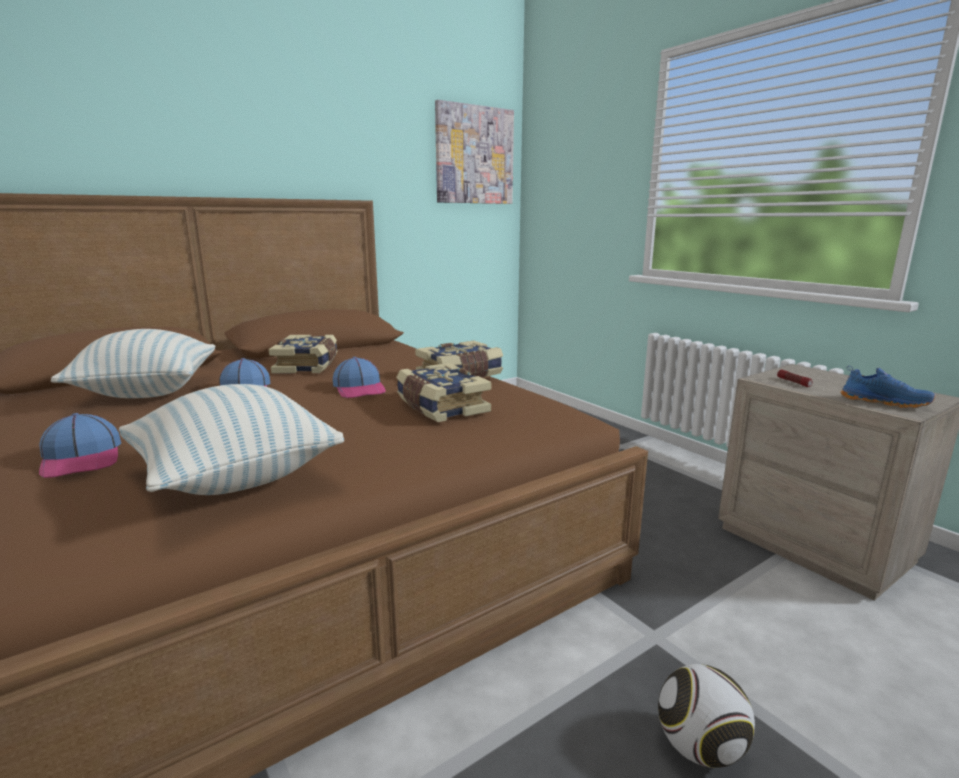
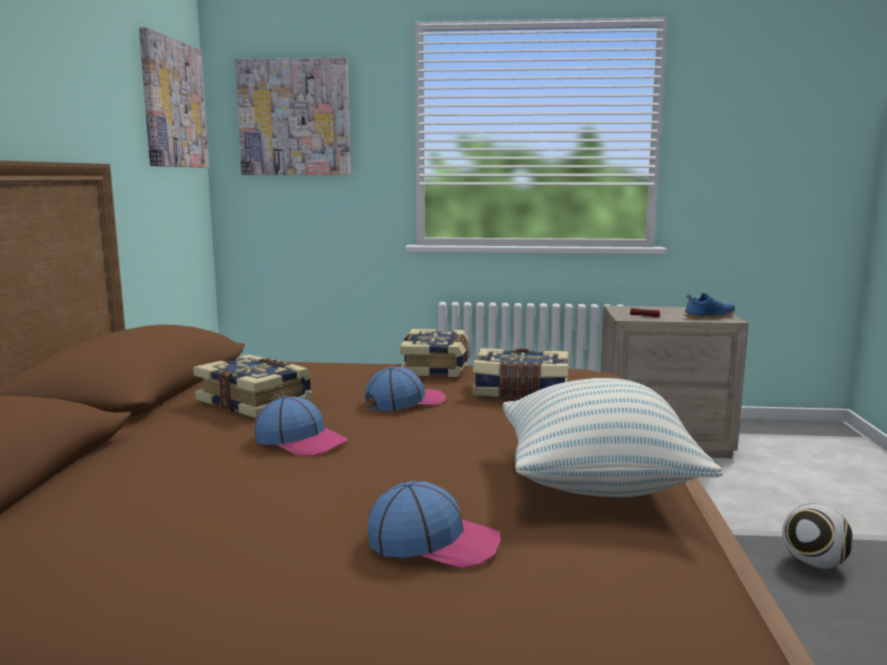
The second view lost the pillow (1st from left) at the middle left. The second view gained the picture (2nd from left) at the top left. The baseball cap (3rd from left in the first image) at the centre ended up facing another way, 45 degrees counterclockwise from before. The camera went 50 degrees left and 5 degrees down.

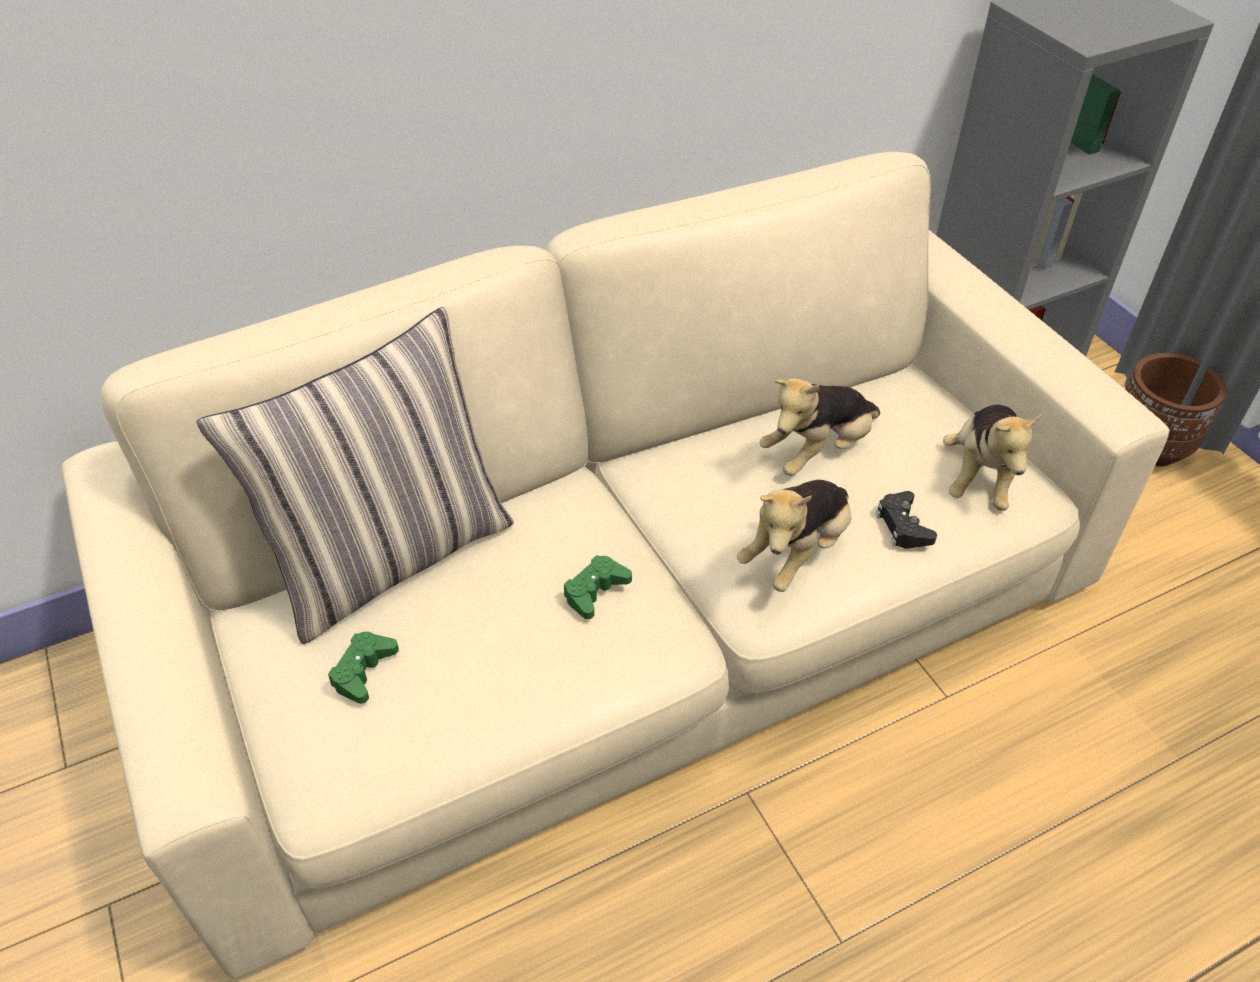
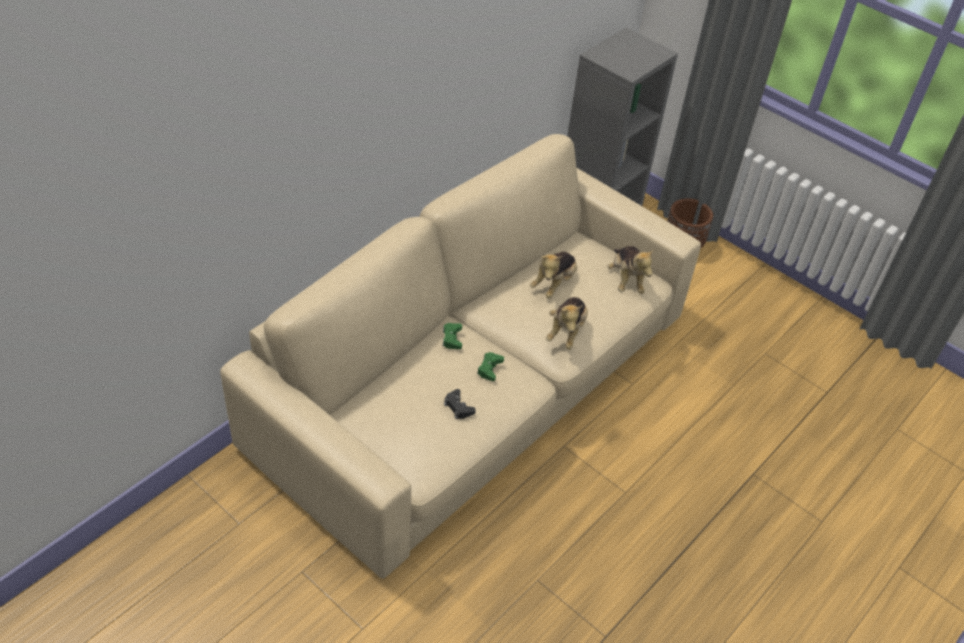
The second view lost the pillow at the middle left. The green-coloured joypad (1st from left) ended up elsewhere, having gone from the bottom left to the centre. The black joypad ended up elsewhere, having gone from the middle right to the centre. The camera went 25 degrees left and 0 degrees up.

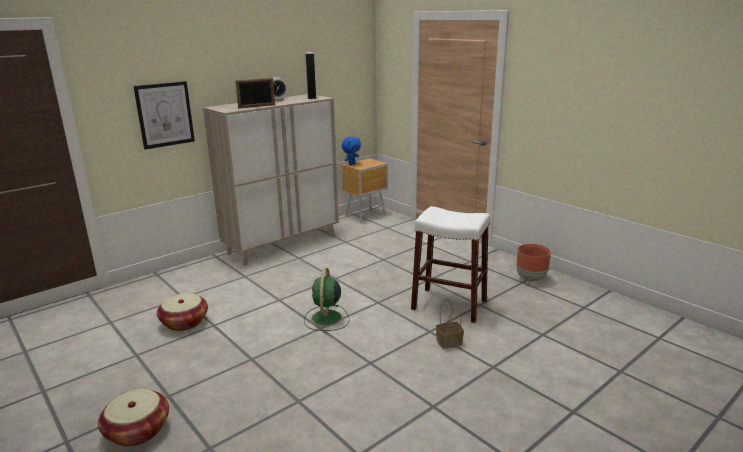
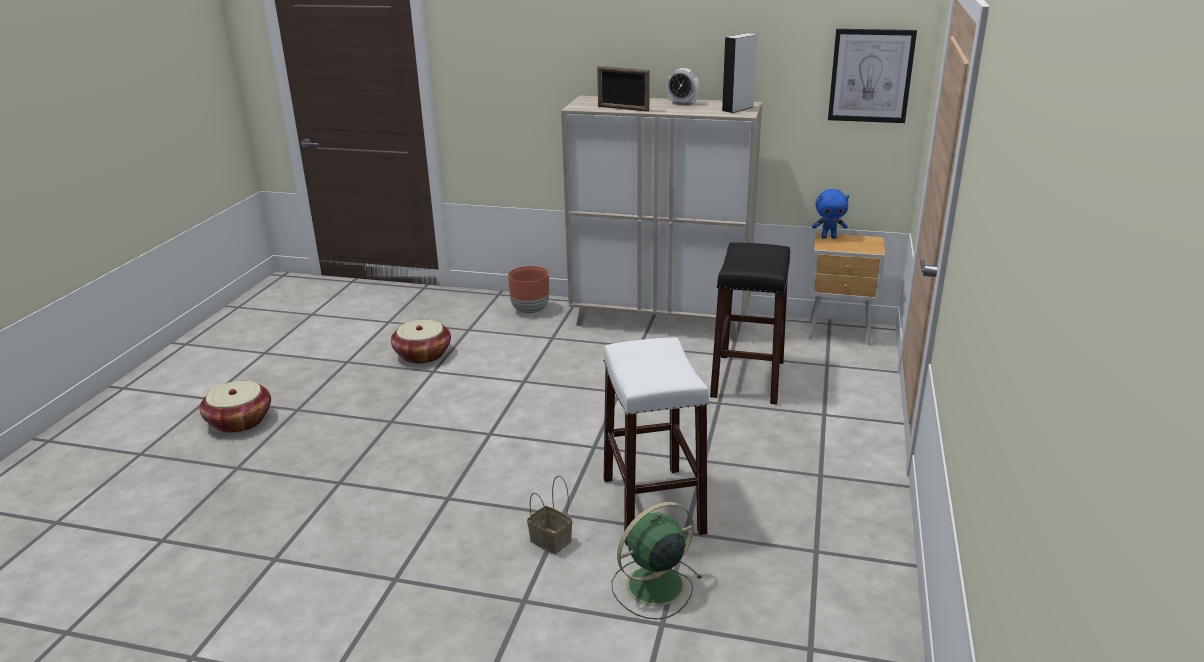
The second view gained the black stool at the centre. The picture ended up elsewhere, having gone from the top left to the top right. The green-coloured fan ended up elsewhere, having gone from the centre to the bottom centre. The brown-coloured plant pot ended up elsewhere, having gone from the middle right to the centre. The camera went 55 degrees right and 5 degrees up.

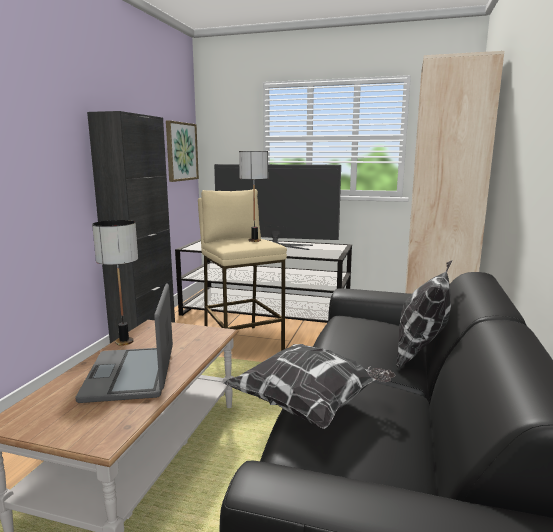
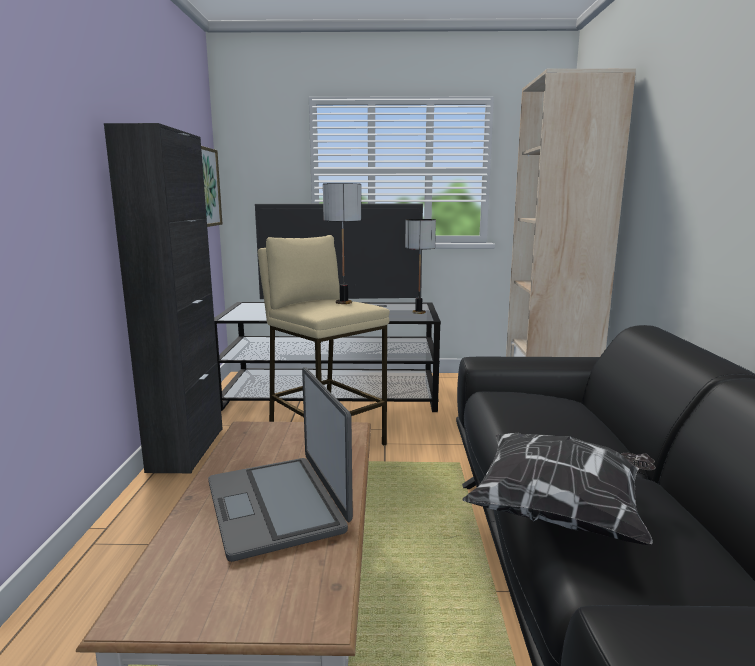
The second view lost the pillow (2nd from left) at the middle right. The tabletop lamp (1st from left in the first image) ended up elsewhere, having gone from the middle left to the centre. The camera went 15 degrees left and 0 degrees up.

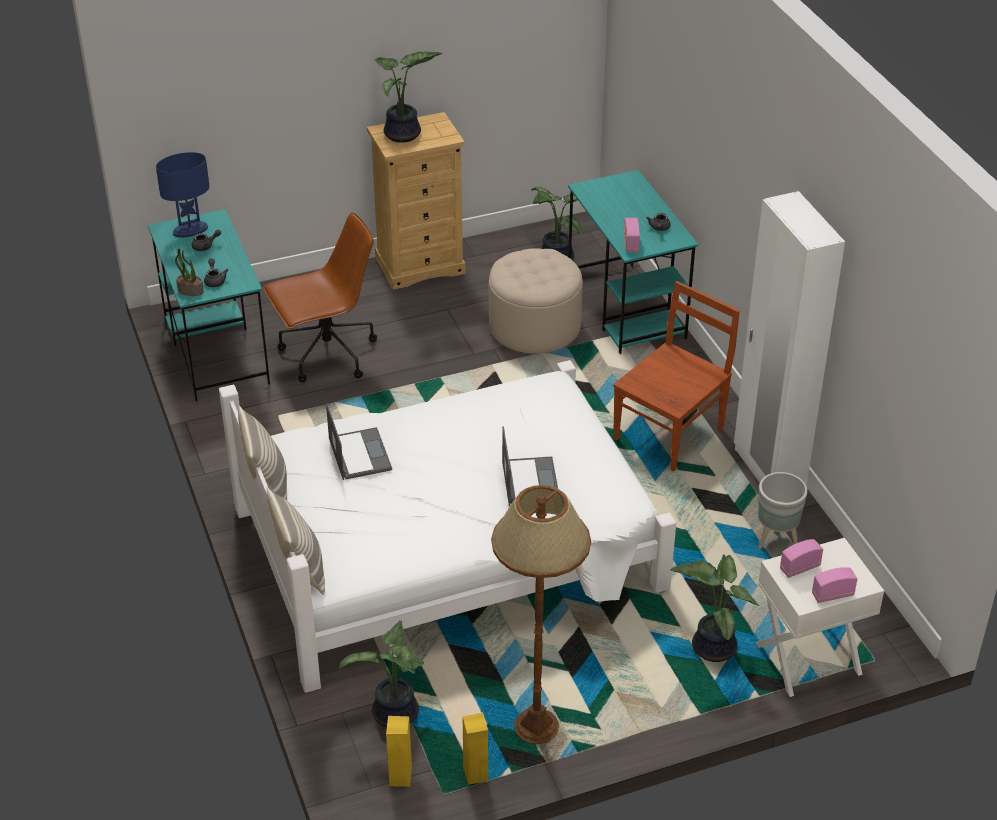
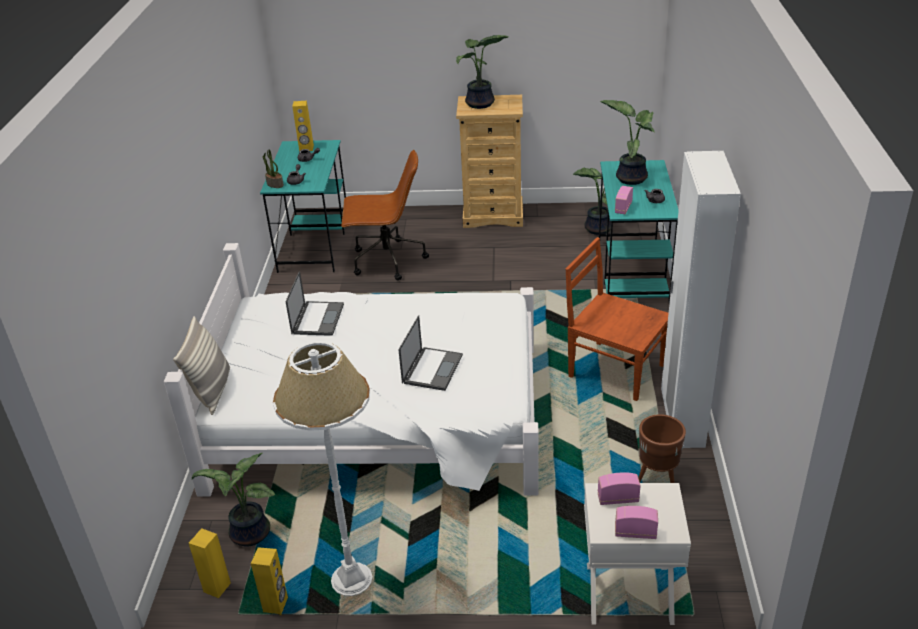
The second view lost the pillow (1st from left) at the middle left. The second view lost the beige-coloured ottoman at the centre. The plant in a pot (5th from left) ended up elsewhere, having gone from the bottom right to the top right. Where the blue-coloured tabletop lamp stood at the top left, the yellow loudspeaker (3rd from left) came to stand at the top left. What was the brown-coloured standard lamp at the bottom centre turned into the whitish standard lamp at the bottom centre. What was the gray plant pot at the middle right turned into the brown-coloured plant pot at the bottom right. The brown-coloured upright chair at the middle right ended up facing another way, 120 degrees counterclockwise from before. The camera went 25 degrees right and 5 degrees down.

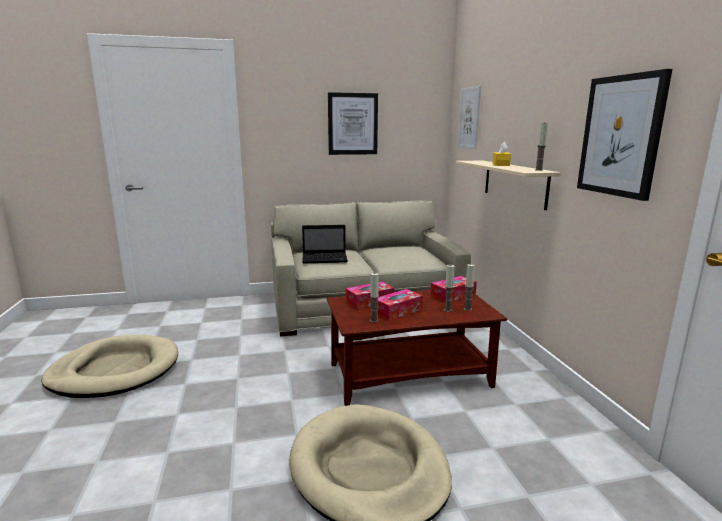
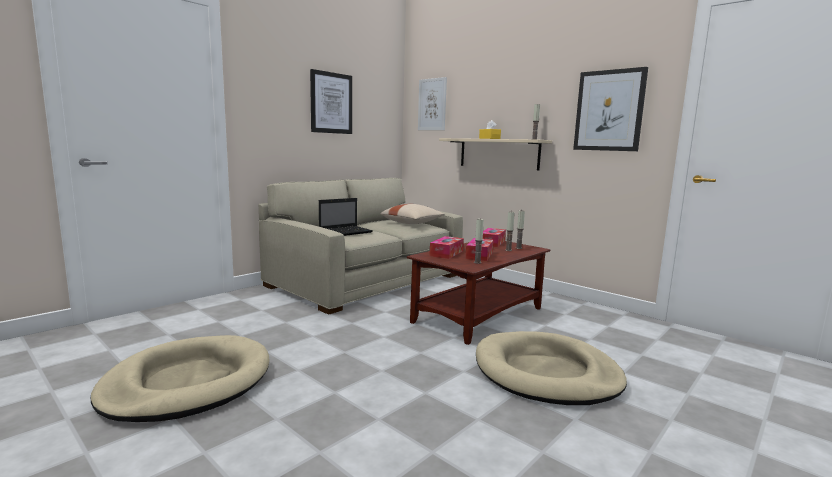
The second view gained the beige-coloured pillow at the centre. The camera went 35 degrees left and 5 degrees down.

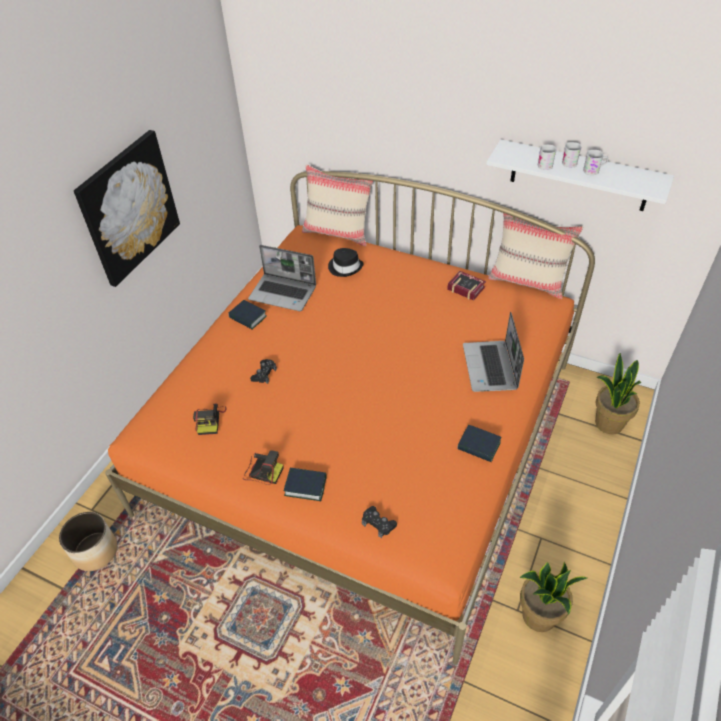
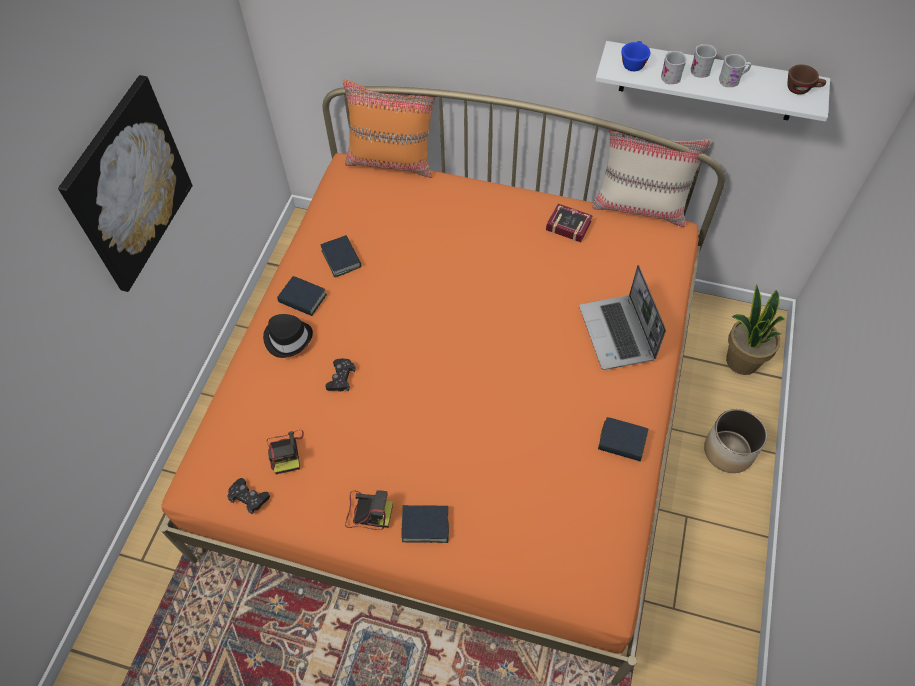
The second view lost the plant in a pot (1st from left) at the bottom right. The second view gained the blue-coloured cup at the top right. The second view gained the brown-coloured cup at the top right. The plant pot ended up elsewhere, having gone from the bottom left to the middle right. The black hat ended up elsewhere, having gone from the centre to the middle left. The black joypad (2nd from left in the first image) ended up elsewhere, having gone from the bottom centre to the bottom left. Where the laptop (1st from left) stood at the centre, the book (2nd from left) came to stand at the centre. What was the beige-coloured pillow (1st from left) at the top centre turned into the orange-coloured pillow at the top centre. The camera went 10 degrees left and 10 degrees up.

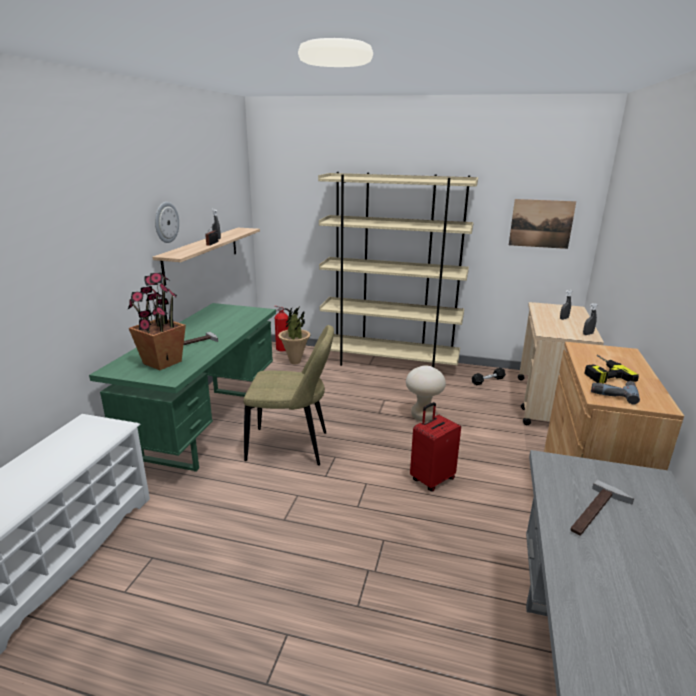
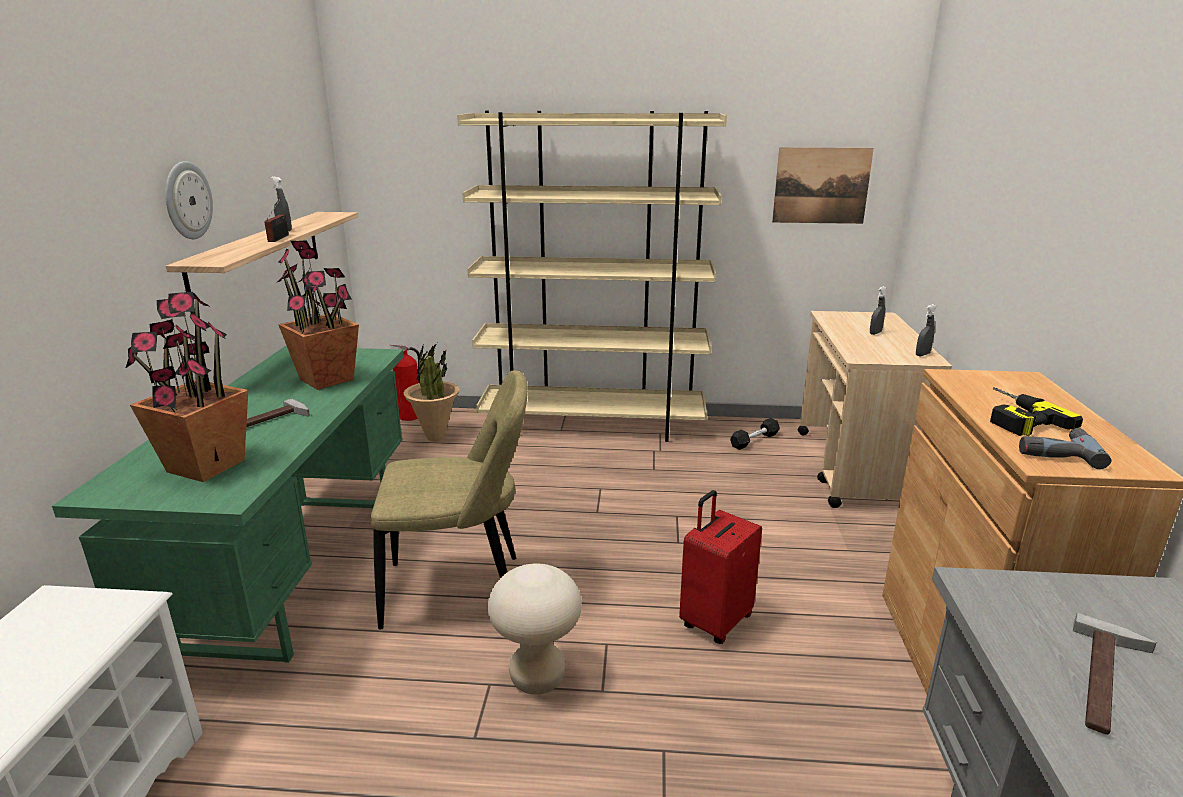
The second view gained the plant in a pot (2nd from left) at the middle left. The beige-coloured stool ended up elsewhere, having gone from the centre to the bottom centre. The camera went 10 degrees left and 0 degrees up.

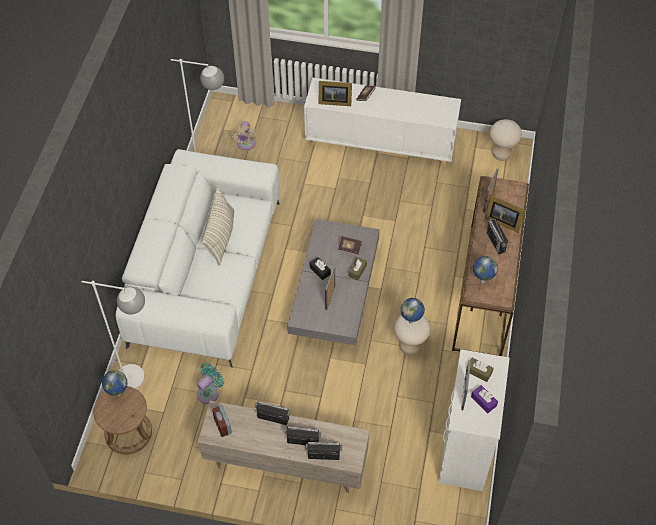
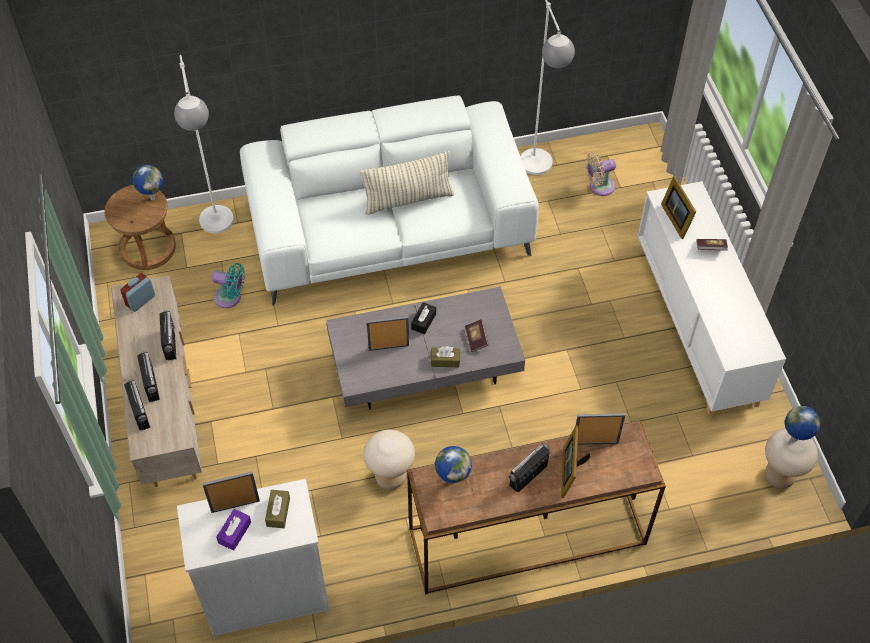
The desk globe (2nd from left in the first image) ended up elsewhere, having gone from the centre to the middle right. The camera went 65 degrees right and 0 degrees up.

